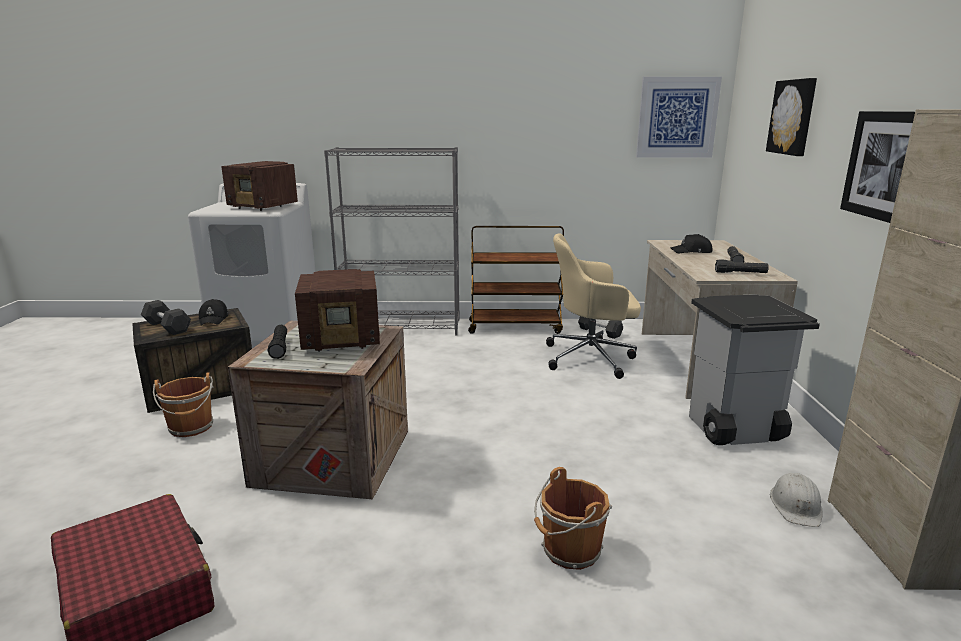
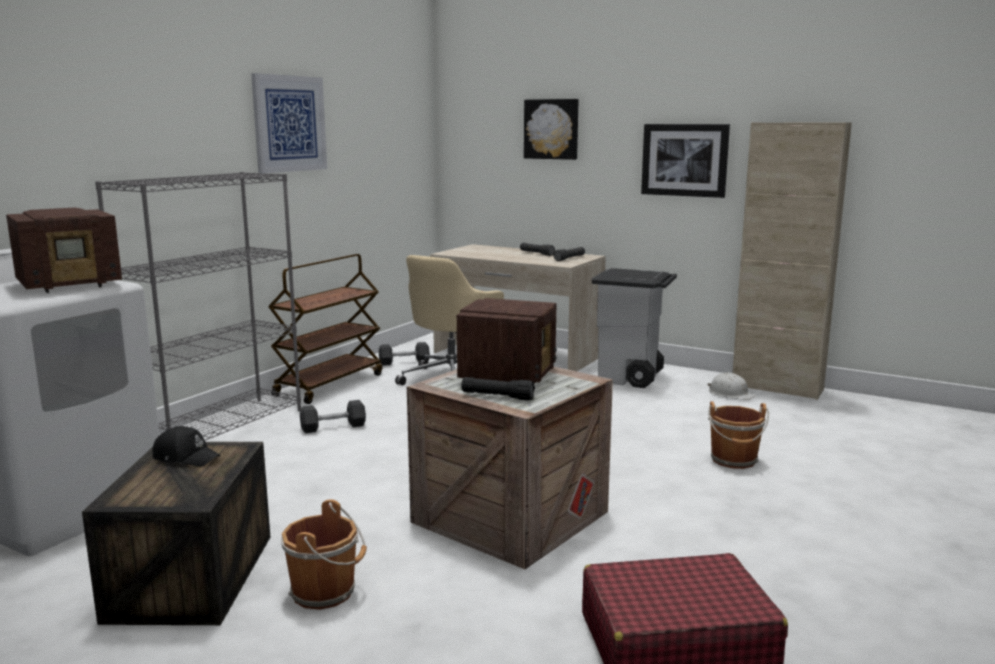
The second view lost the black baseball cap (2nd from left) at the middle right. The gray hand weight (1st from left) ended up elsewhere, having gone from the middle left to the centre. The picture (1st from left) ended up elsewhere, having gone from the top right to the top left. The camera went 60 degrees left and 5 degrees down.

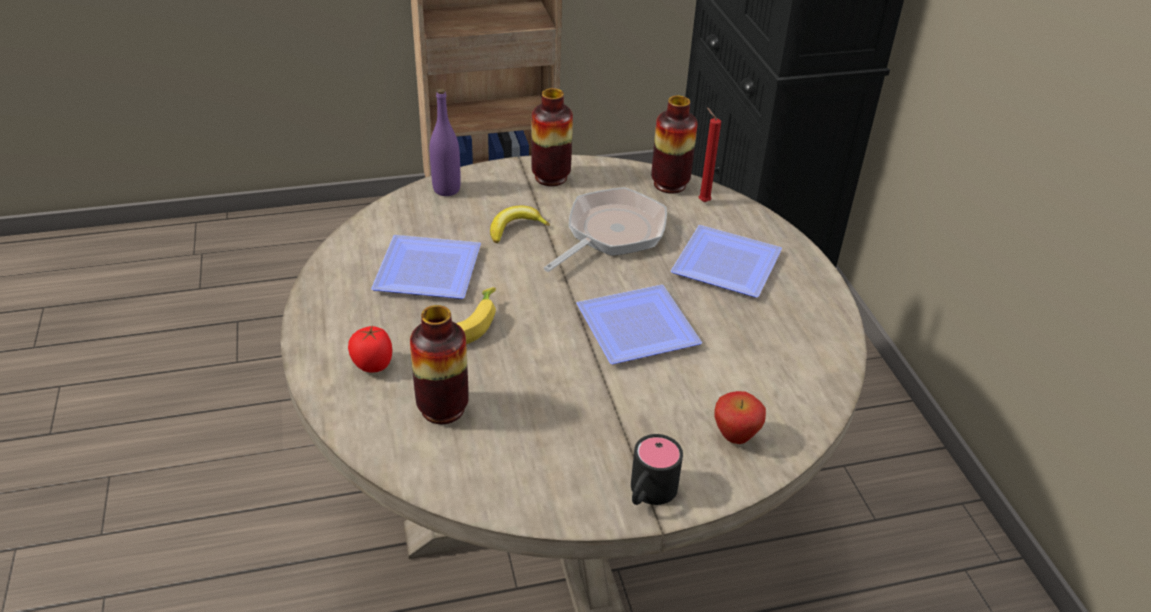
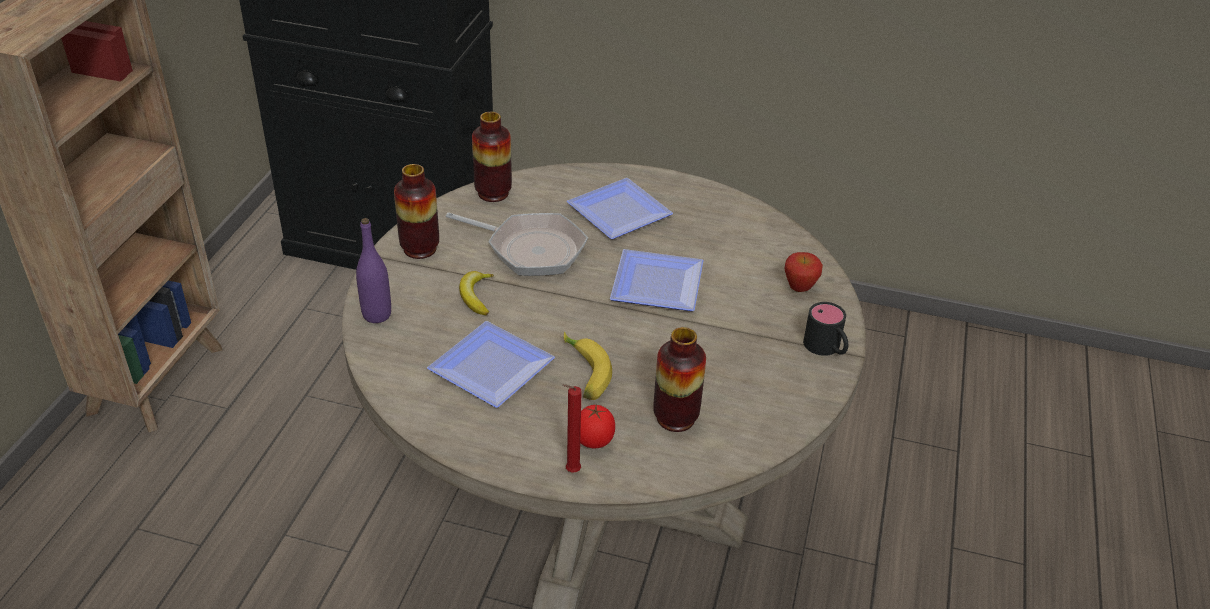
The reddish candle ended up elsewhere, having gone from the top centre to the bottom centre. The skillet at the centre ended up facing another way, 135 degrees clockwise from before. The camera went 60 degrees left and 0 degrees up.

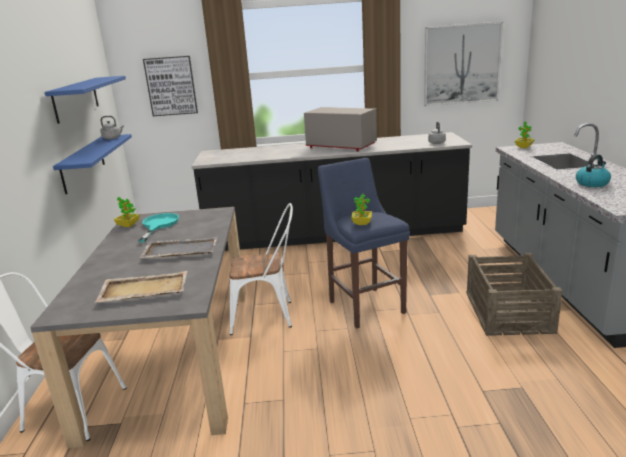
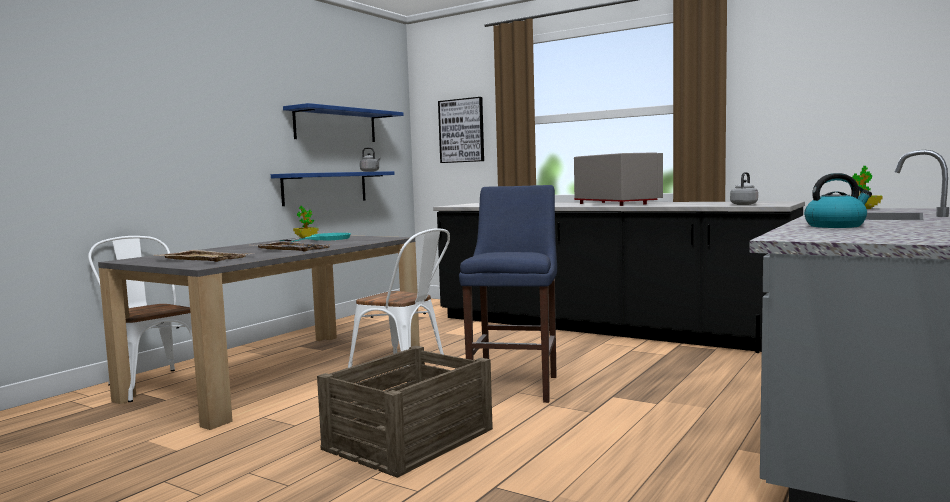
The second view lost the plant in a pot (2nd from left) at the centre. The second view lost the picture (2nd from left) at the top right. The shipping crate ended up elsewhere, having gone from the middle right to the bottom centre. The camera went 35 degrees right and 15 degrees down.

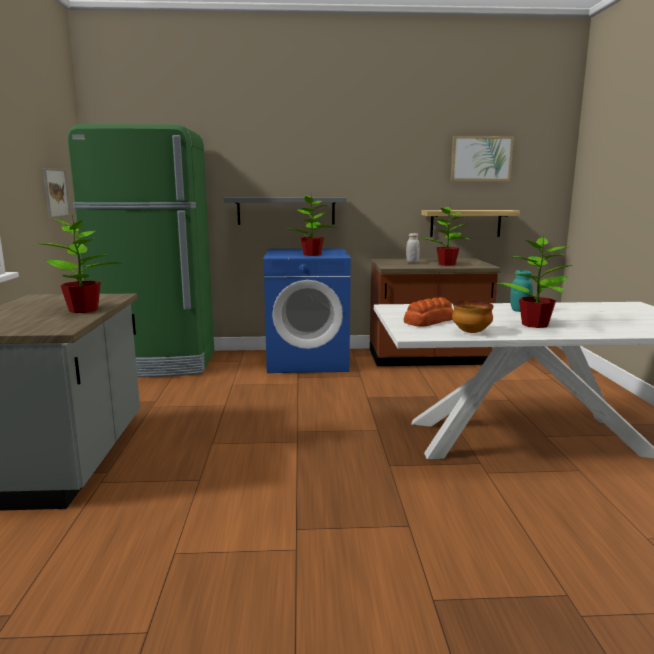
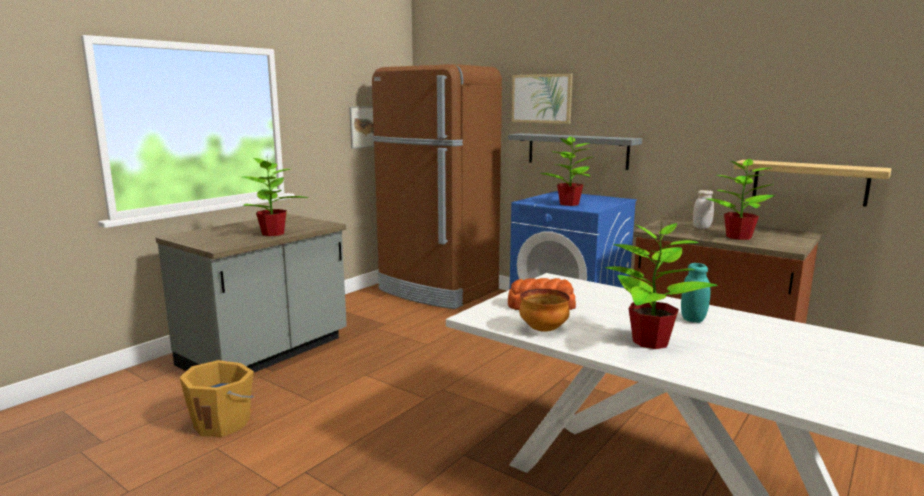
The second view gained the orange-coloured pail at the bottom left. The picture (2nd from left) ended up elsewhere, having gone from the top right to the top centre. What was the green-coloured refrigerator at the middle left turned into the brown-coloured refrigerator at the centre. The camera went 40 degrees right and 0 degrees up.

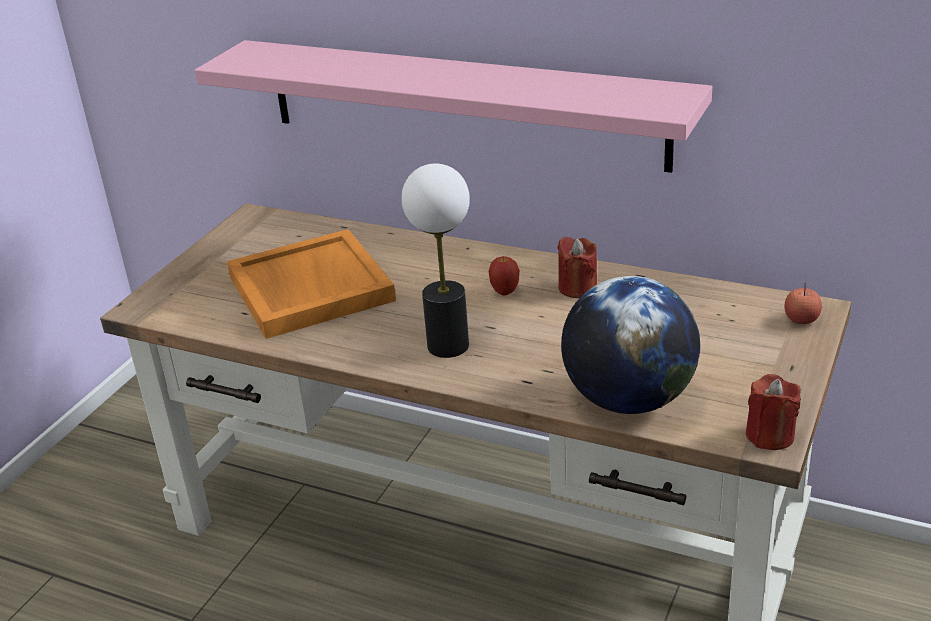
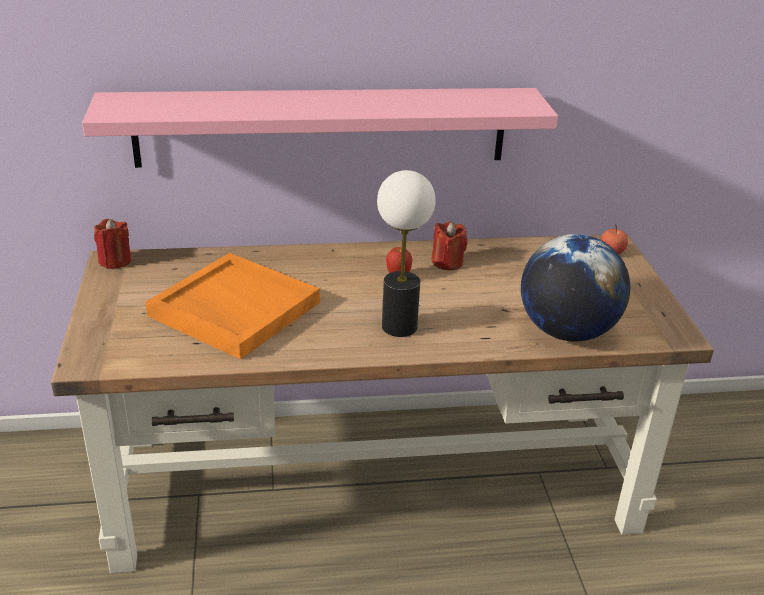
The reddish candle (2nd from left in the first image) ended up elsewhere, having gone from the middle right to the middle left. The camera went 35 degrees left and 0 degrees up.

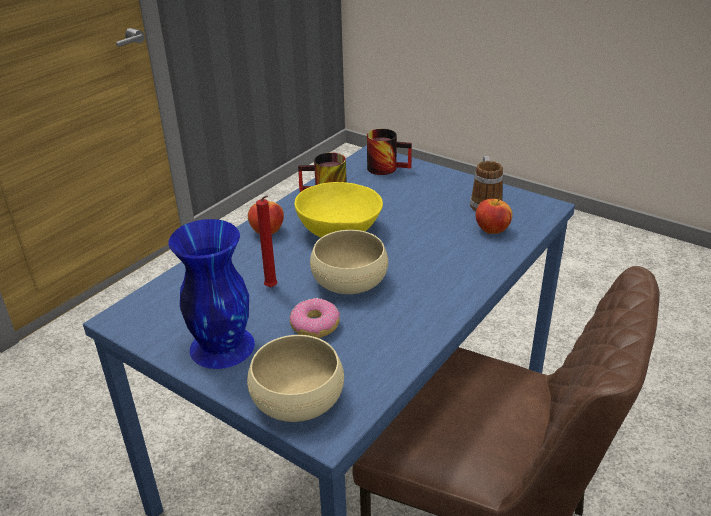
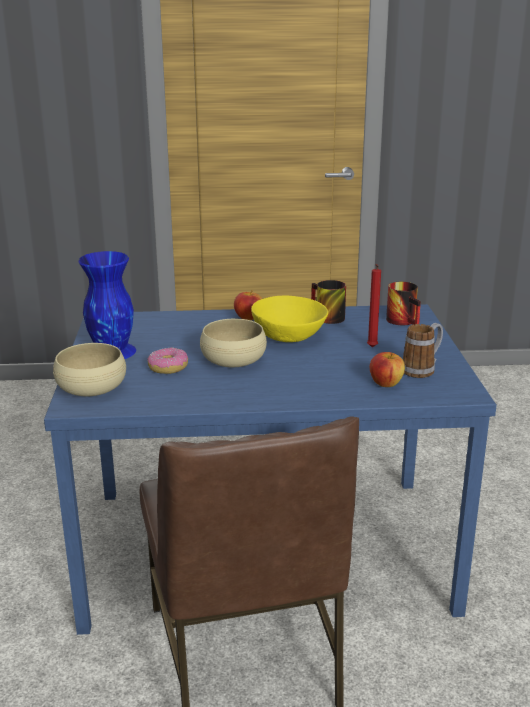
The reddish candle ended up elsewhere, having gone from the centre to the middle right. The camera went 50 degrees right and 10 degrees down.

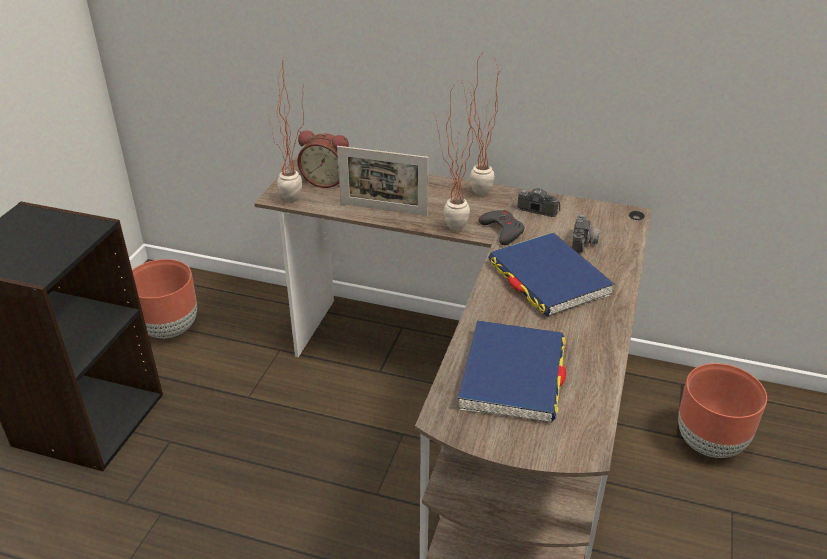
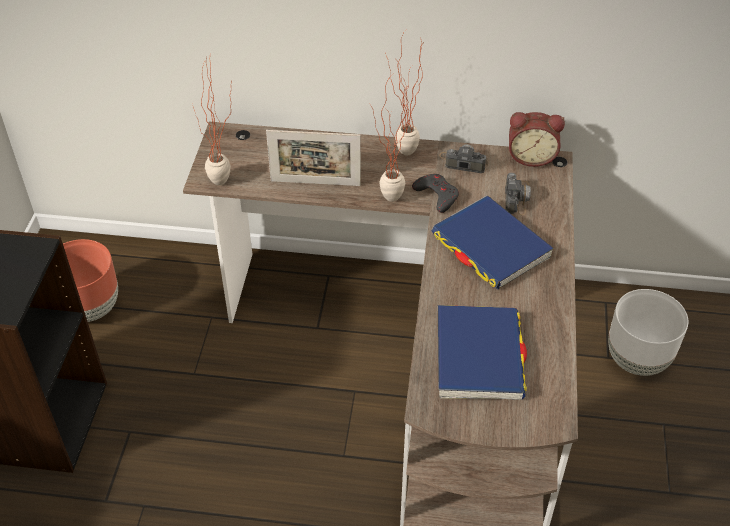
The alarm clock ended up elsewhere, having gone from the top centre to the top right. What was the brown-coloured plant pot (2nd from left) at the bottom right turned into the whitish plant pot at the middle right. The camera went 10 degrees left and 10 degrees up.

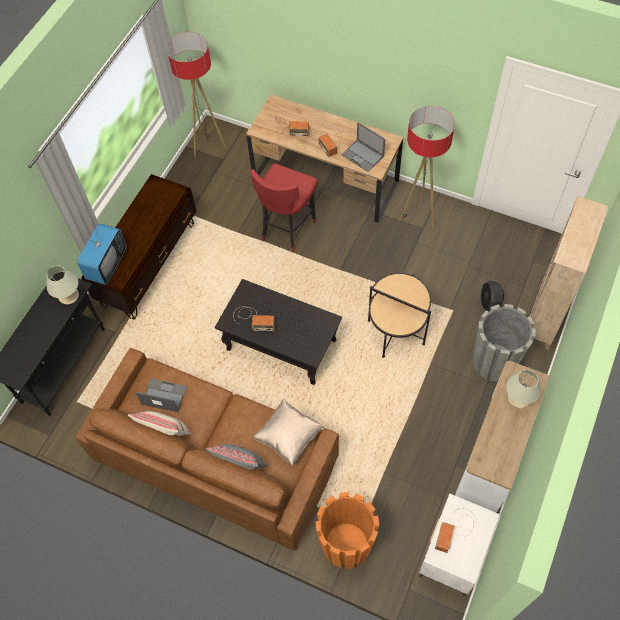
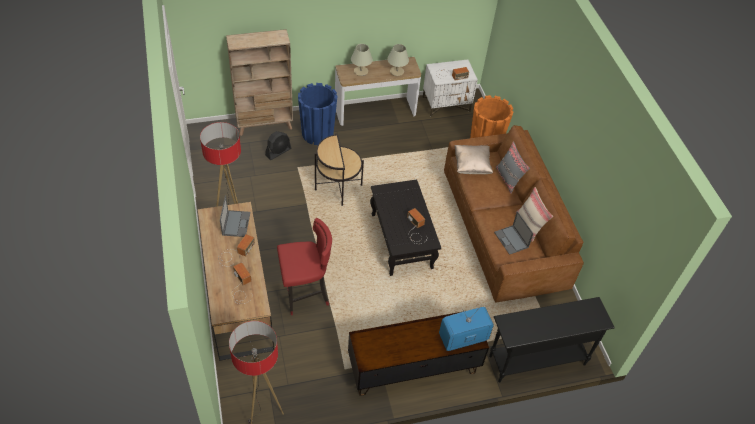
The beige-coloured tabletop lamp (1st from left in the first image) ended up elsewhere, having gone from the middle left to the top centre. What was the gray plant pot at the middle right turned into the blue-coloured plant pot at the top centre. The camera went 135 degrees left and 10 degrees down.

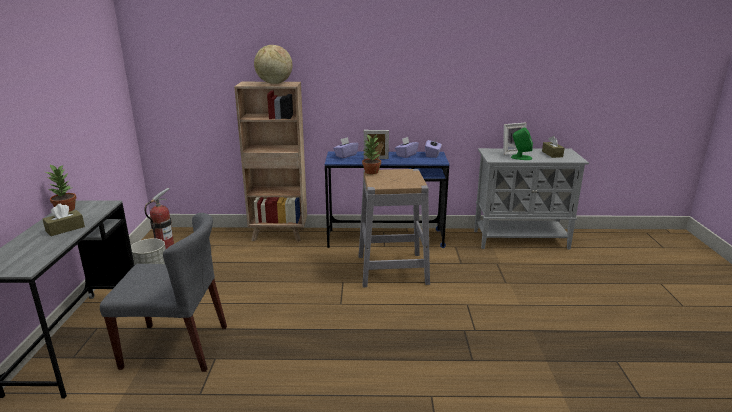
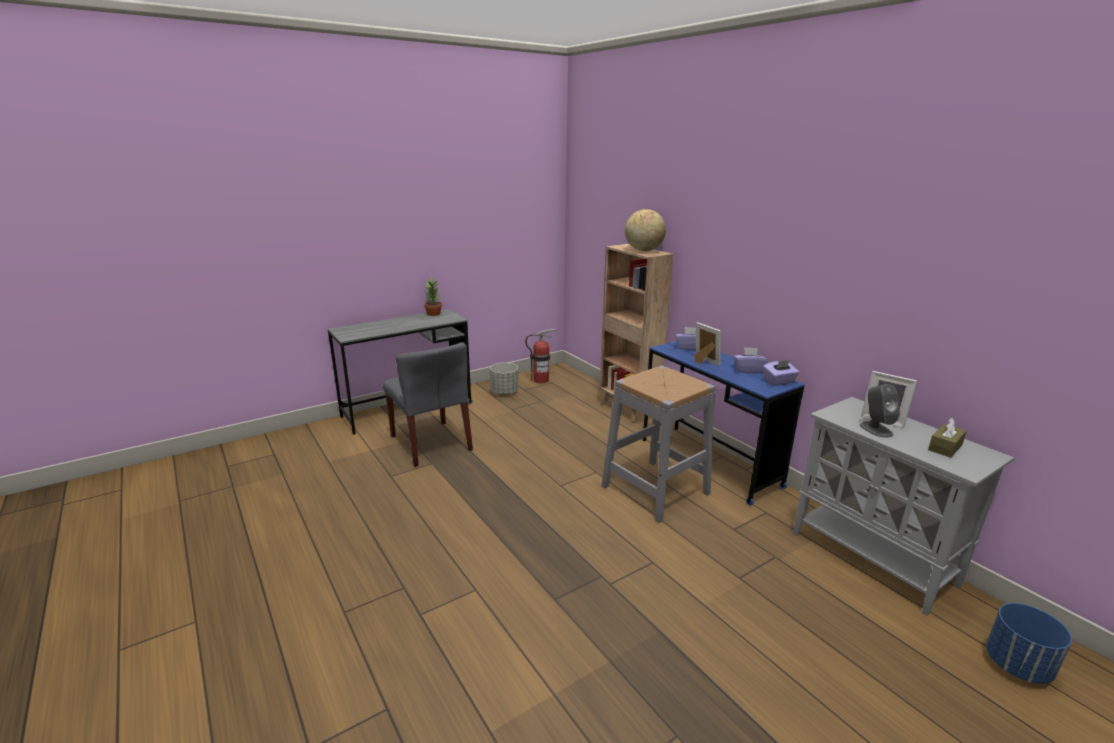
The second view lost the brown-coloured box of tissues (1st from left) at the middle left. The second view lost the plant in a pot (2nd from left) at the centre. The second view gained the blue-coloured plant pot at the bottom right. What was the green-coloured loudspeaker at the middle right turned into the gray loudspeaker at the middle right. The camera went 55 degrees right and 0 degrees up.

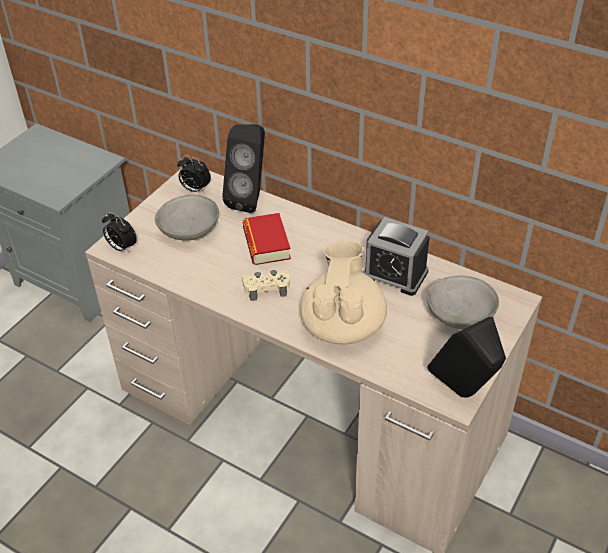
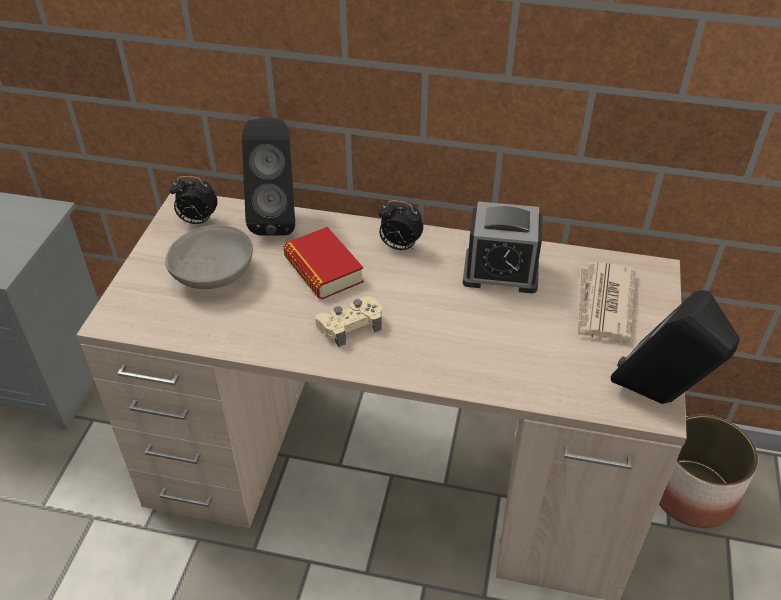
The second view lost the beige-coloured tea pot at the centre. The second view gained the plant pot at the bottom right. The alarm clock (1st from left in the first image) ended up elsewhere, having gone from the middle left to the centre. Where the gray deep dish (2nd from left) stood at the middle right, the printed paper came to stand at the middle right. The camera went 20 degrees left and 0 degrees up.

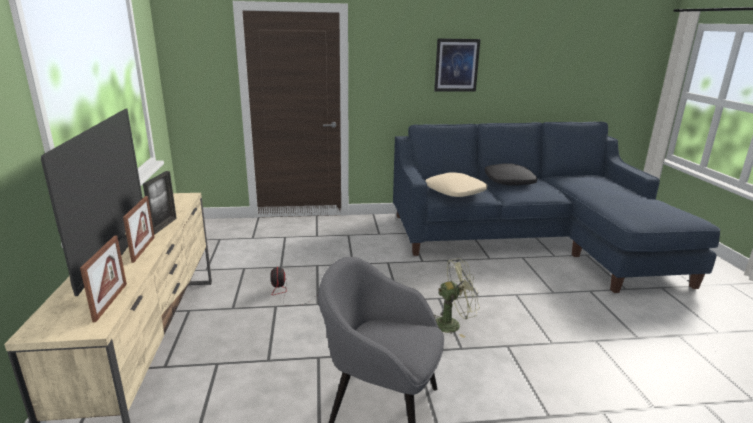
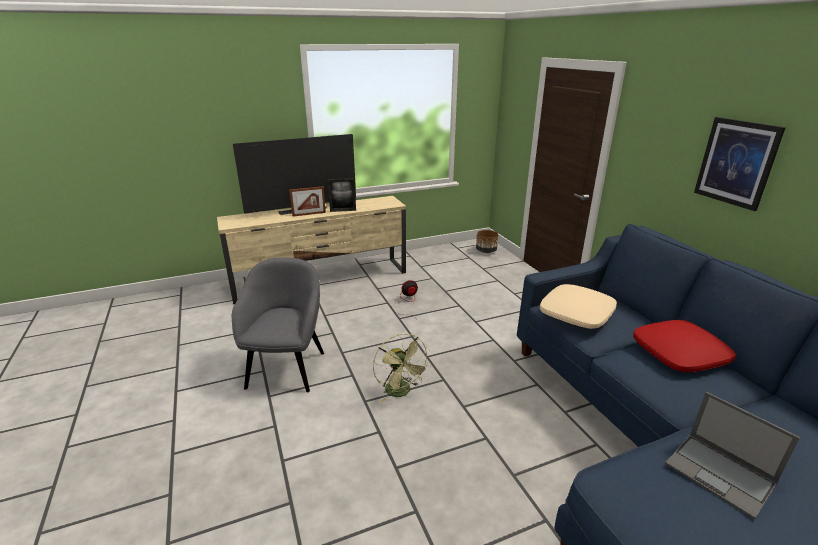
The second view lost the standing frame (1st from left) at the middle left. The second view gained the brown-coloured plant pot at the centre. The second view gained the laptop at the bottom right. What was the black pillow at the middle right turned into the reddish pillow at the middle right. The camera went 75 degrees right and 5 degrees up.

